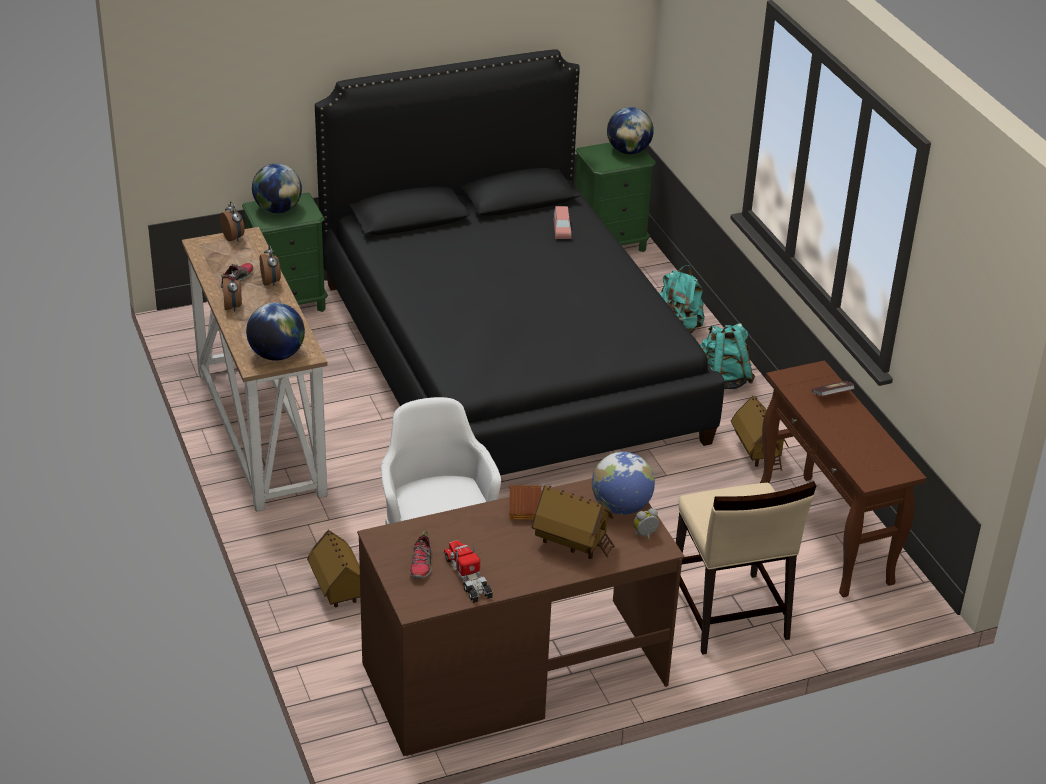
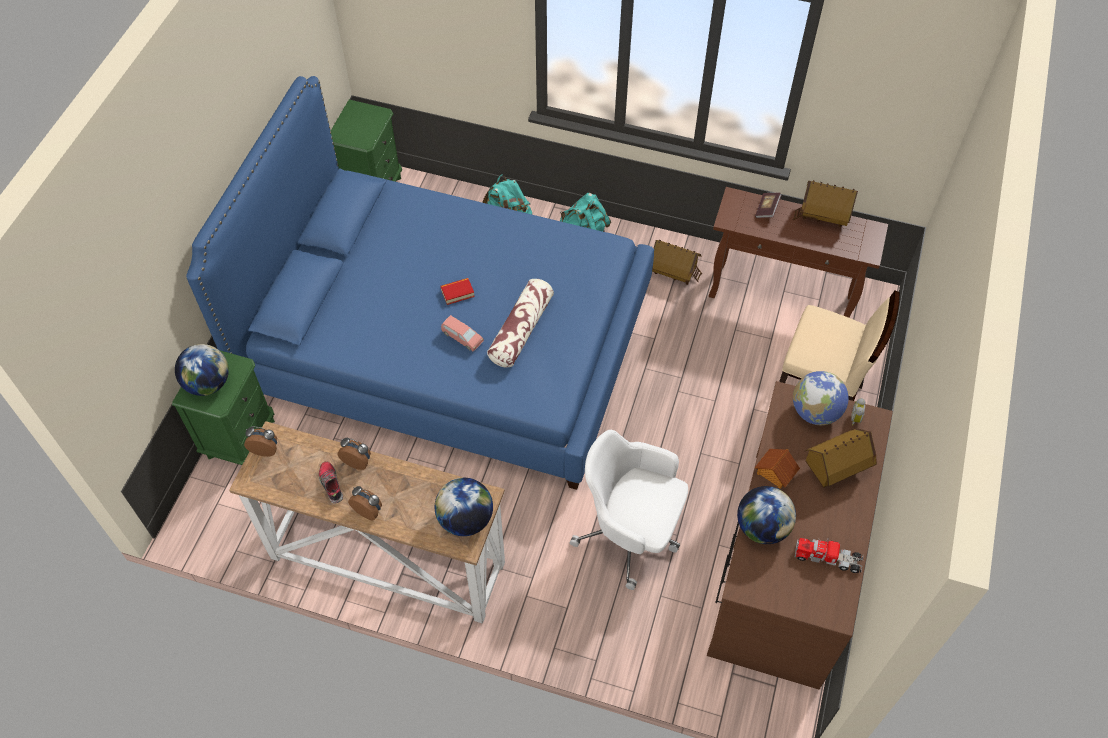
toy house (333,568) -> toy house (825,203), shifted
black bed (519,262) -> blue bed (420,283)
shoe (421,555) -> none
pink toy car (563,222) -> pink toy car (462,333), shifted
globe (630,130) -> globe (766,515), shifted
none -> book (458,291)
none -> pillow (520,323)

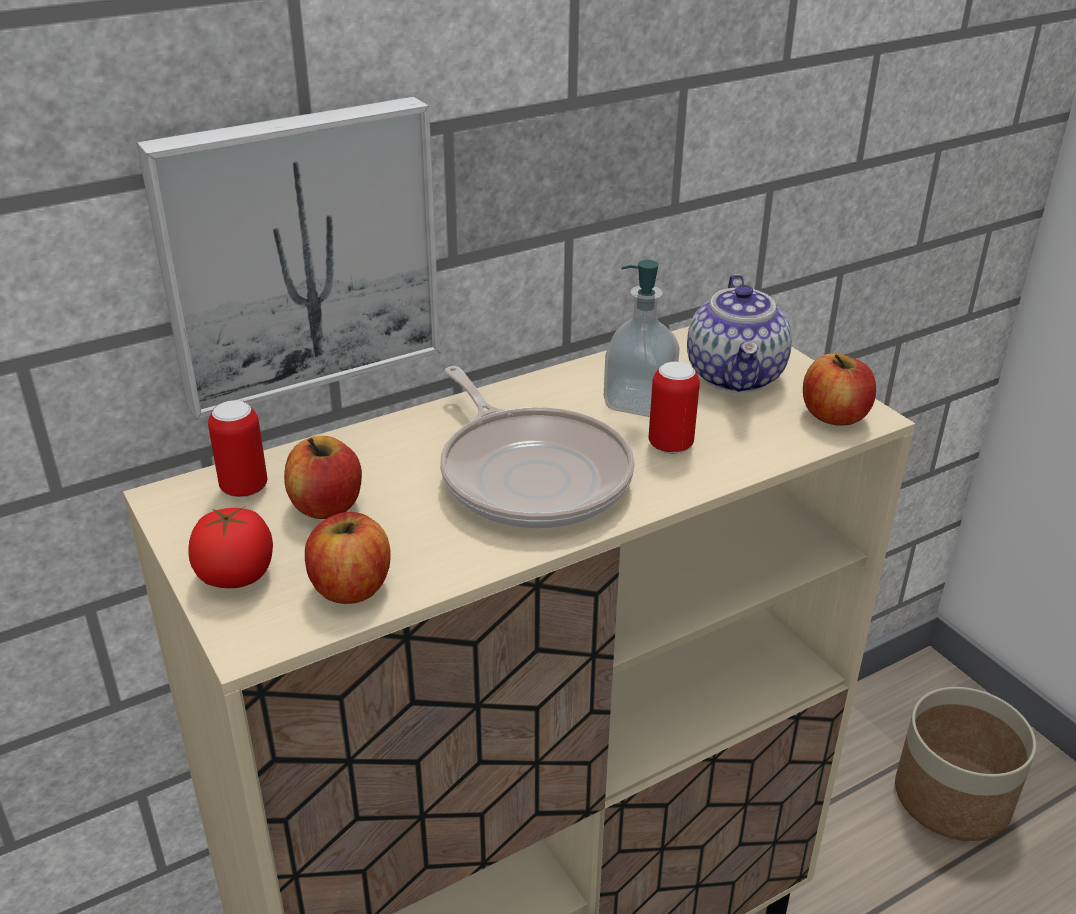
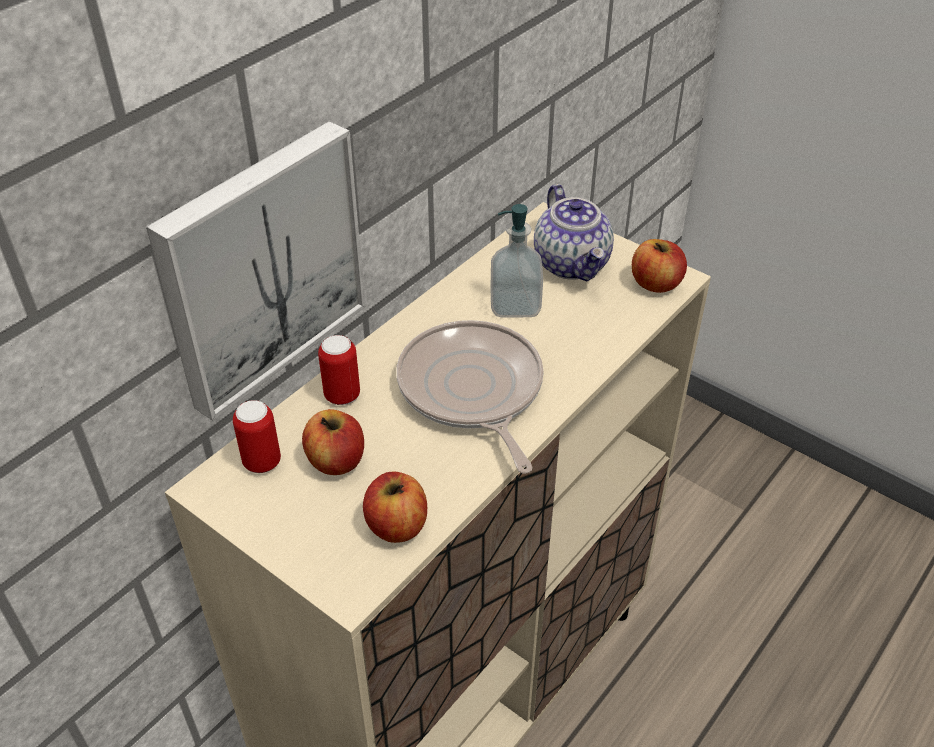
tomato (231,547) -> none
frying pan (537,447) -> frying pan (470,397), 150 degrees counterclockwise
can (674,408) -> can (339,370), shifted
planter (965,764) -> none

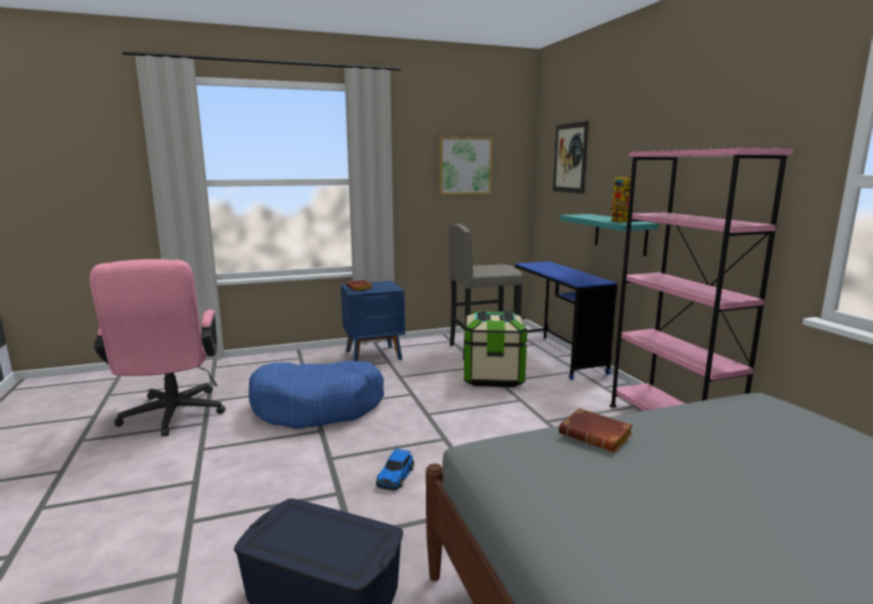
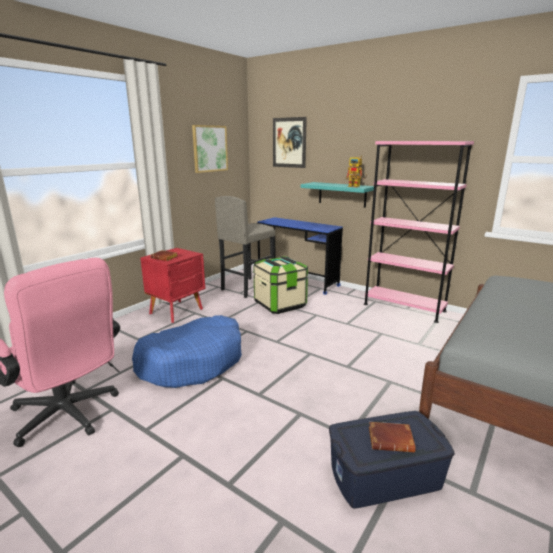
blue nightstand (373,321) -> red nightstand (172,285)
toy car (395,469) -> none
brown book (596,430) -> brown book (392,437), shifted

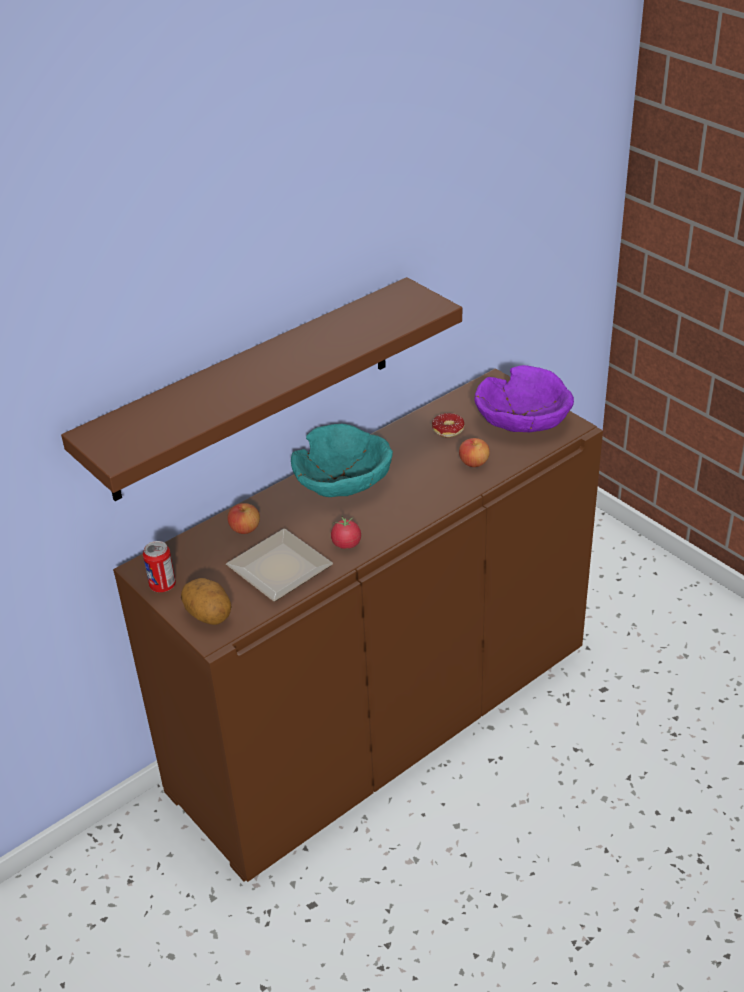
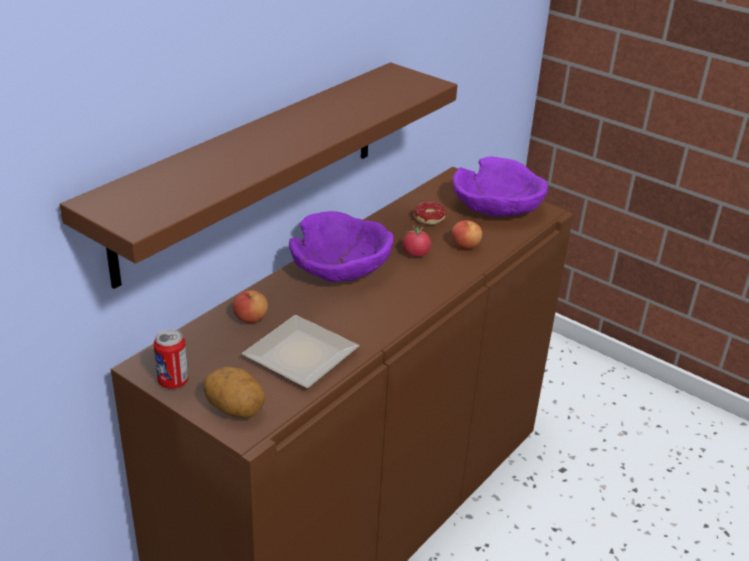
turquoise bowl (342,460) -> purple bowl (341,246)
tomato (346,532) -> tomato (416,241), shifted

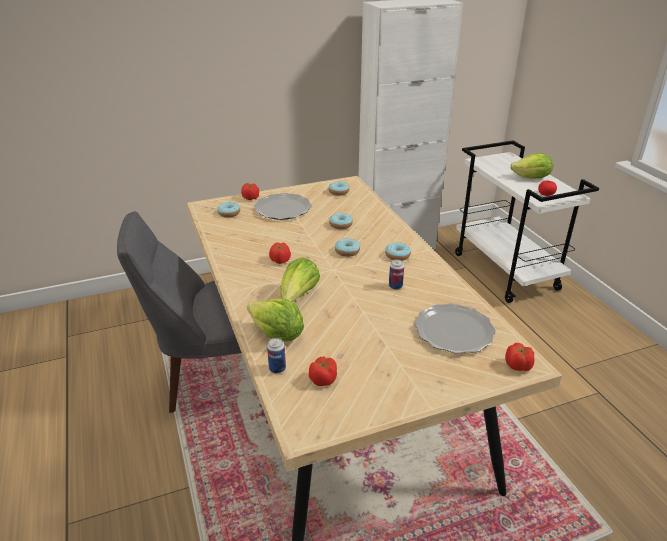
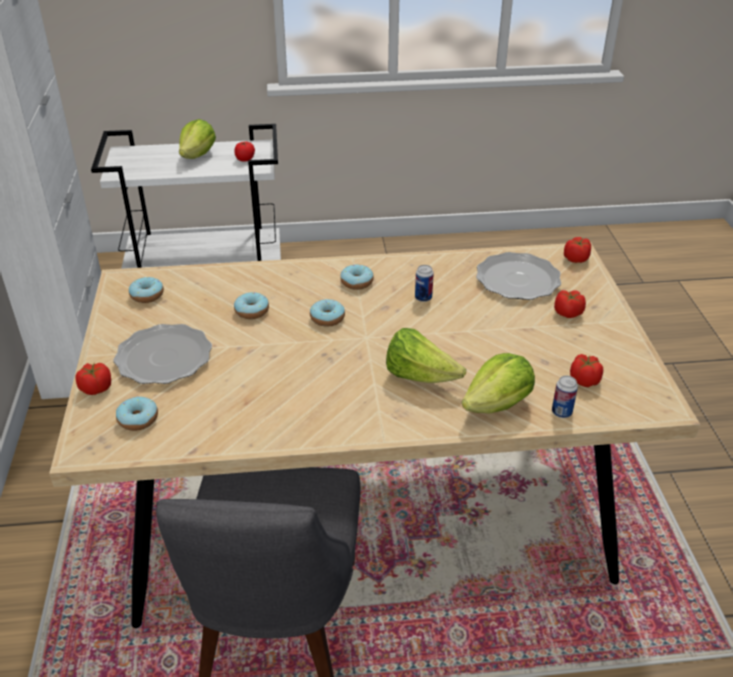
tomato (280,253) -> tomato (570,304), shifted

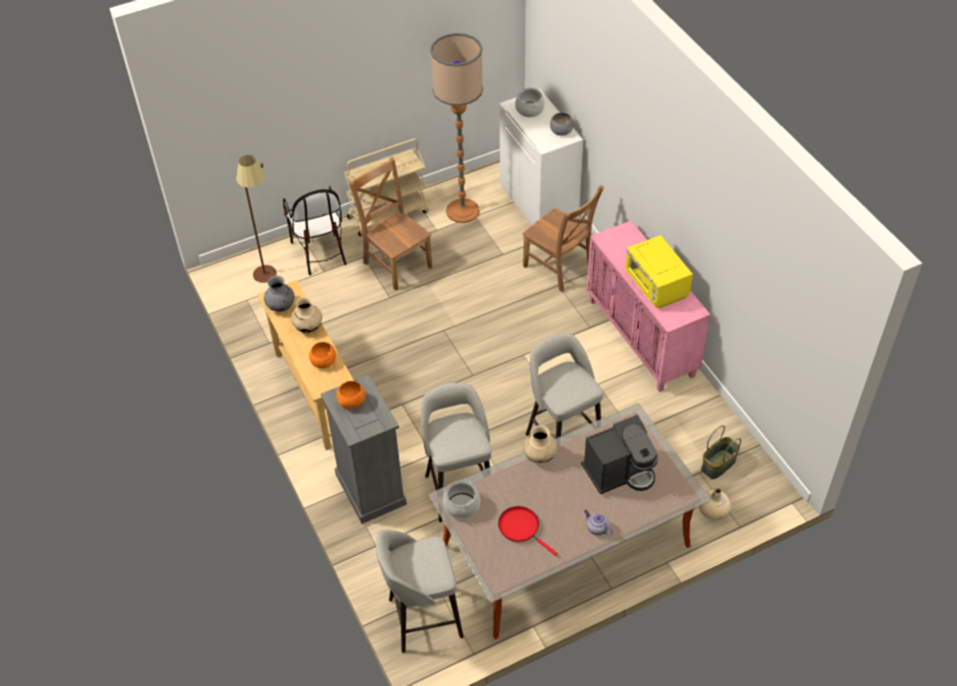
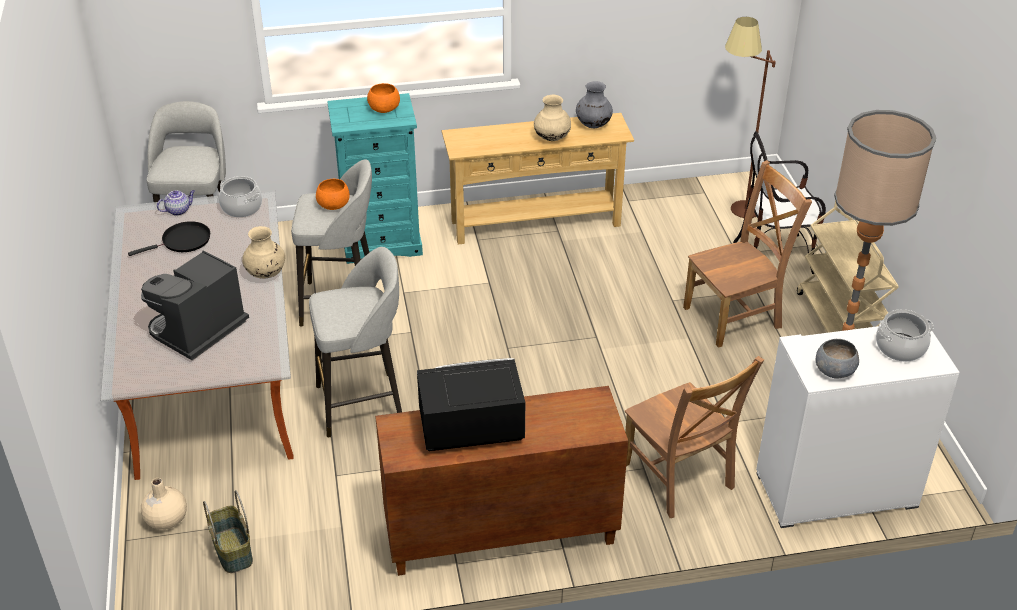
orange bowl (322,355) -> orange bowl (333,194), shifted
grey dresser (364,449) -> turquoise dresser (375,178)
red frying pan (527,531) -> black frying pan (169,238)
brown chair (563,238) -> brown chair (694,437), 90 degrees counterclockwise
coffee machine (619,454) -> coffee machine (195,305), 45 degrees clockwise
teapot (598,522) -> teapot (176,203), shifted
pink cabinet (648,306) -> brown cabinet (501,481)
yellow microwave (659,271) -> black microwave (471,404)

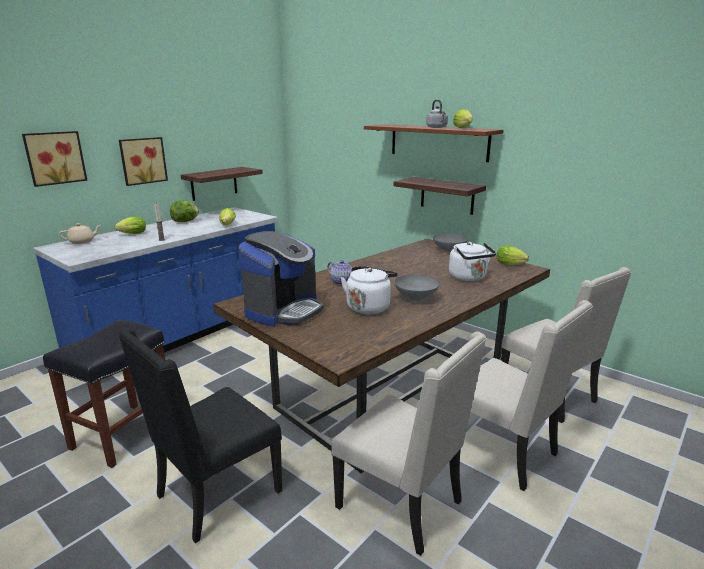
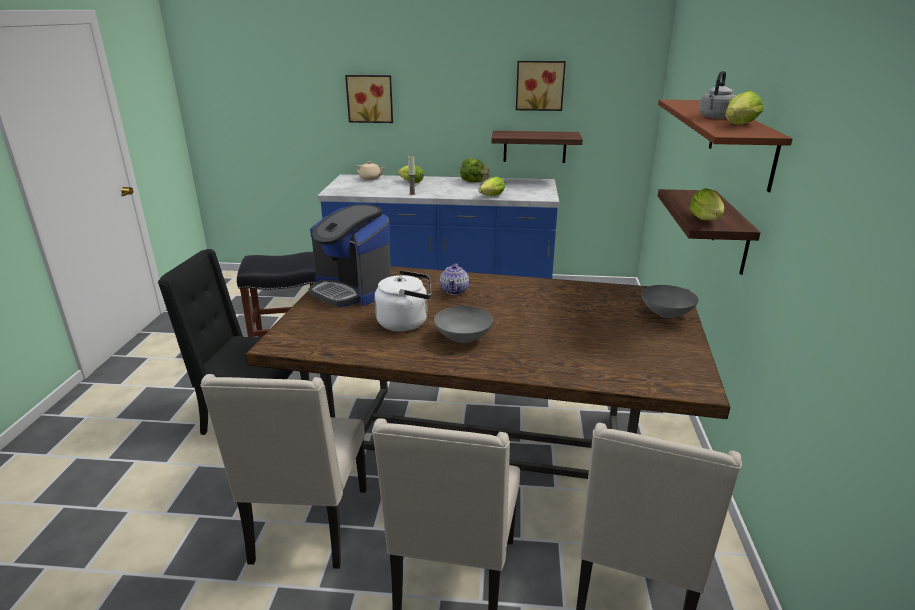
picture (143,161) -> picture (541,86), shifted
coffee machine (281,279) -> coffee machine (350,255), 45 degrees clockwise
white kettle (472,261) -> none
lettuce (513,255) -> lettuce (706,204), shifted

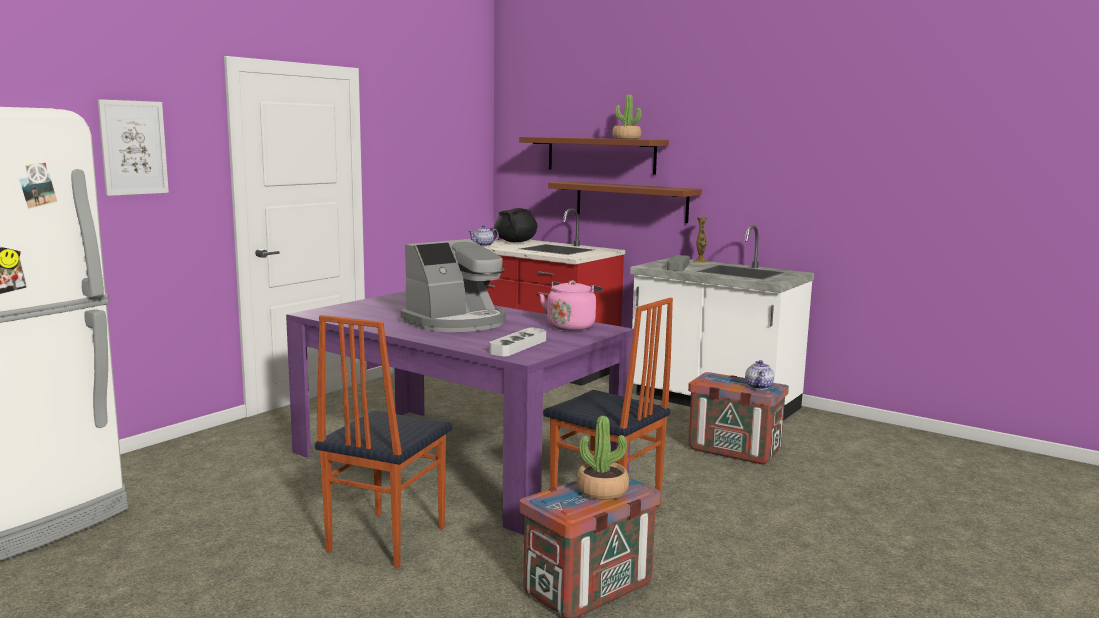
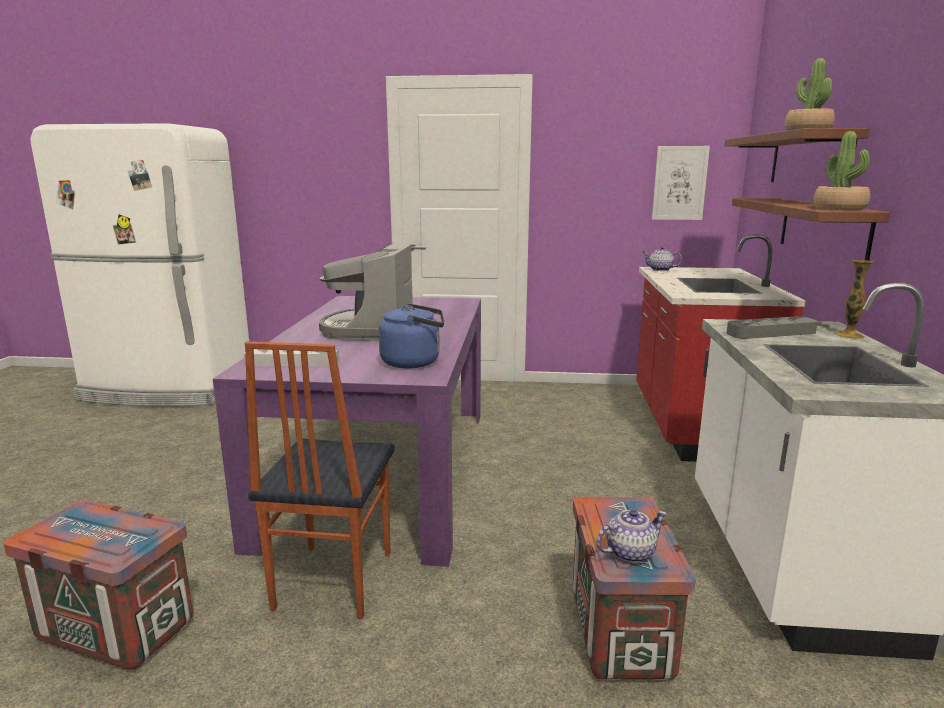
picture (133,147) -> picture (681,183), shifted
chair (384,442) -> none
coffee machine (453,285) -> coffee machine (366,292), 75 degrees clockwise
black cooking pot (515,225) -> none
pink kettle (570,305) -> blue kettle (411,336)
potted plant (602,458) -> potted plant (841,170), shifted

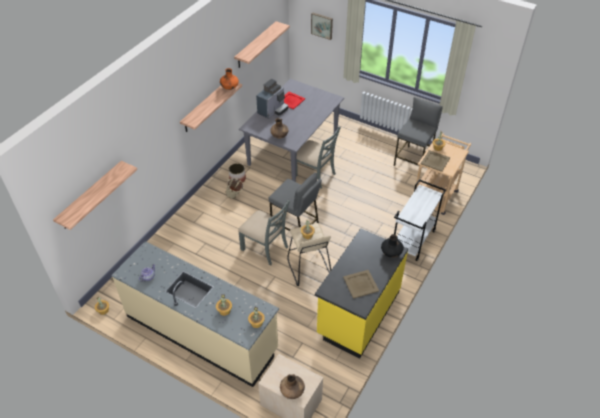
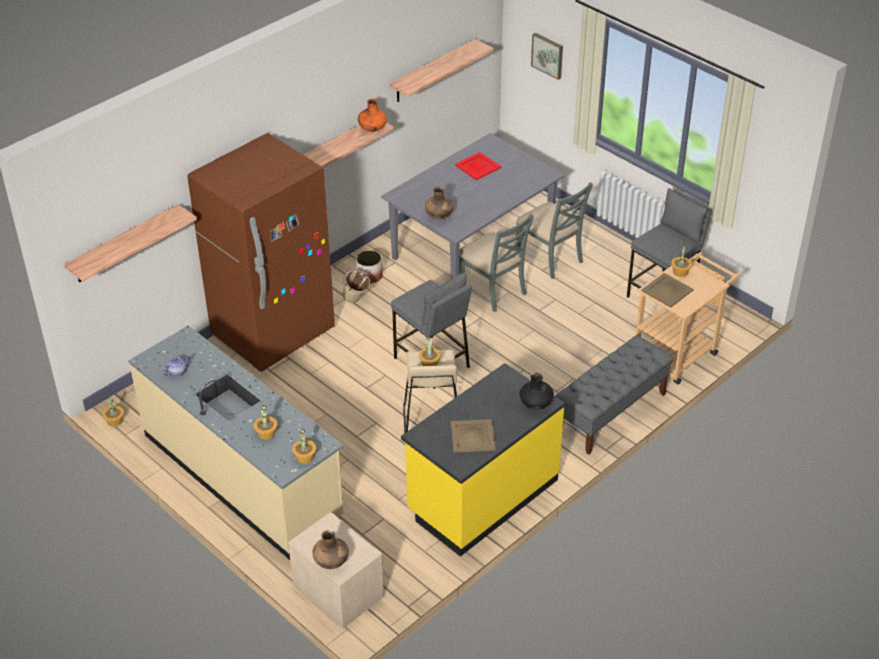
grey chair (264,233) -> grey chair (554,230), shifted
coffee machine (272,99) -> none
white cart (420,220) -> grey bench (614,395)
none -> brown fridge (261,252)

